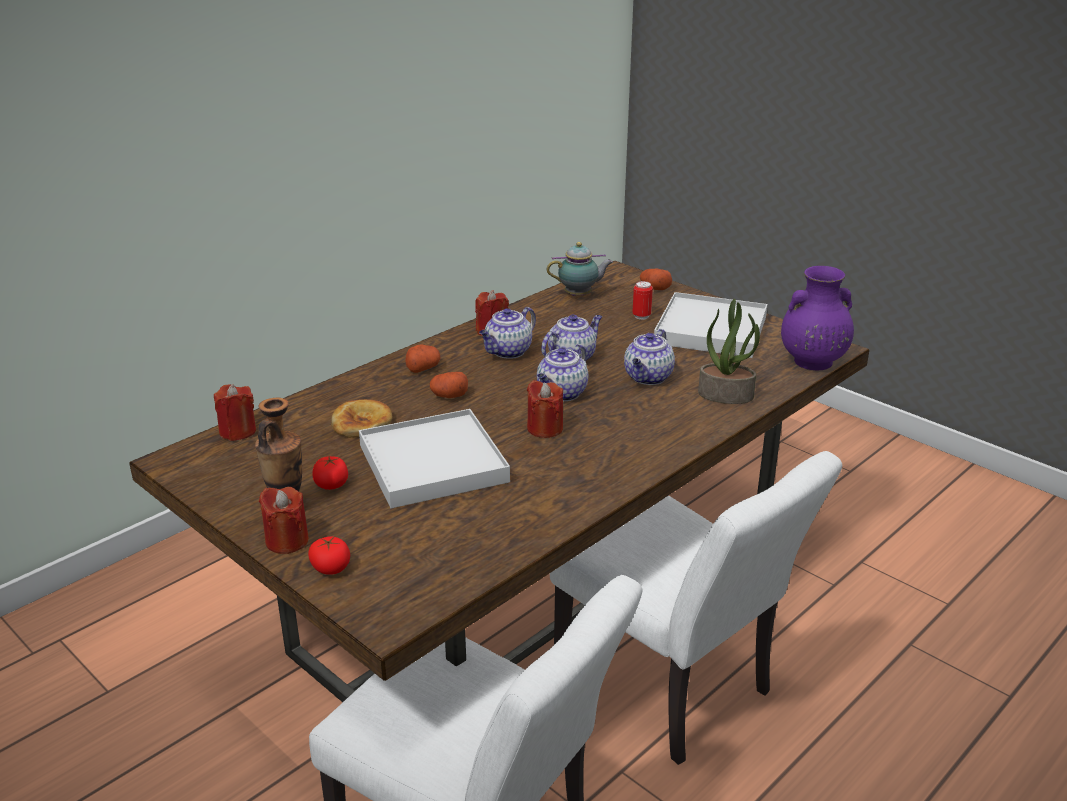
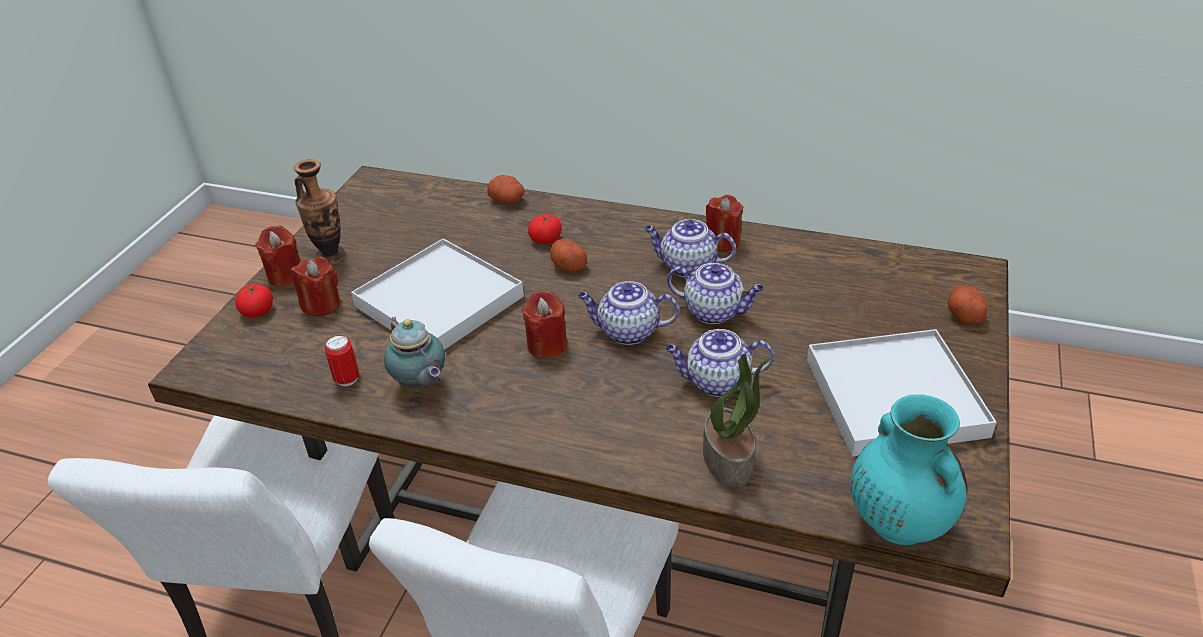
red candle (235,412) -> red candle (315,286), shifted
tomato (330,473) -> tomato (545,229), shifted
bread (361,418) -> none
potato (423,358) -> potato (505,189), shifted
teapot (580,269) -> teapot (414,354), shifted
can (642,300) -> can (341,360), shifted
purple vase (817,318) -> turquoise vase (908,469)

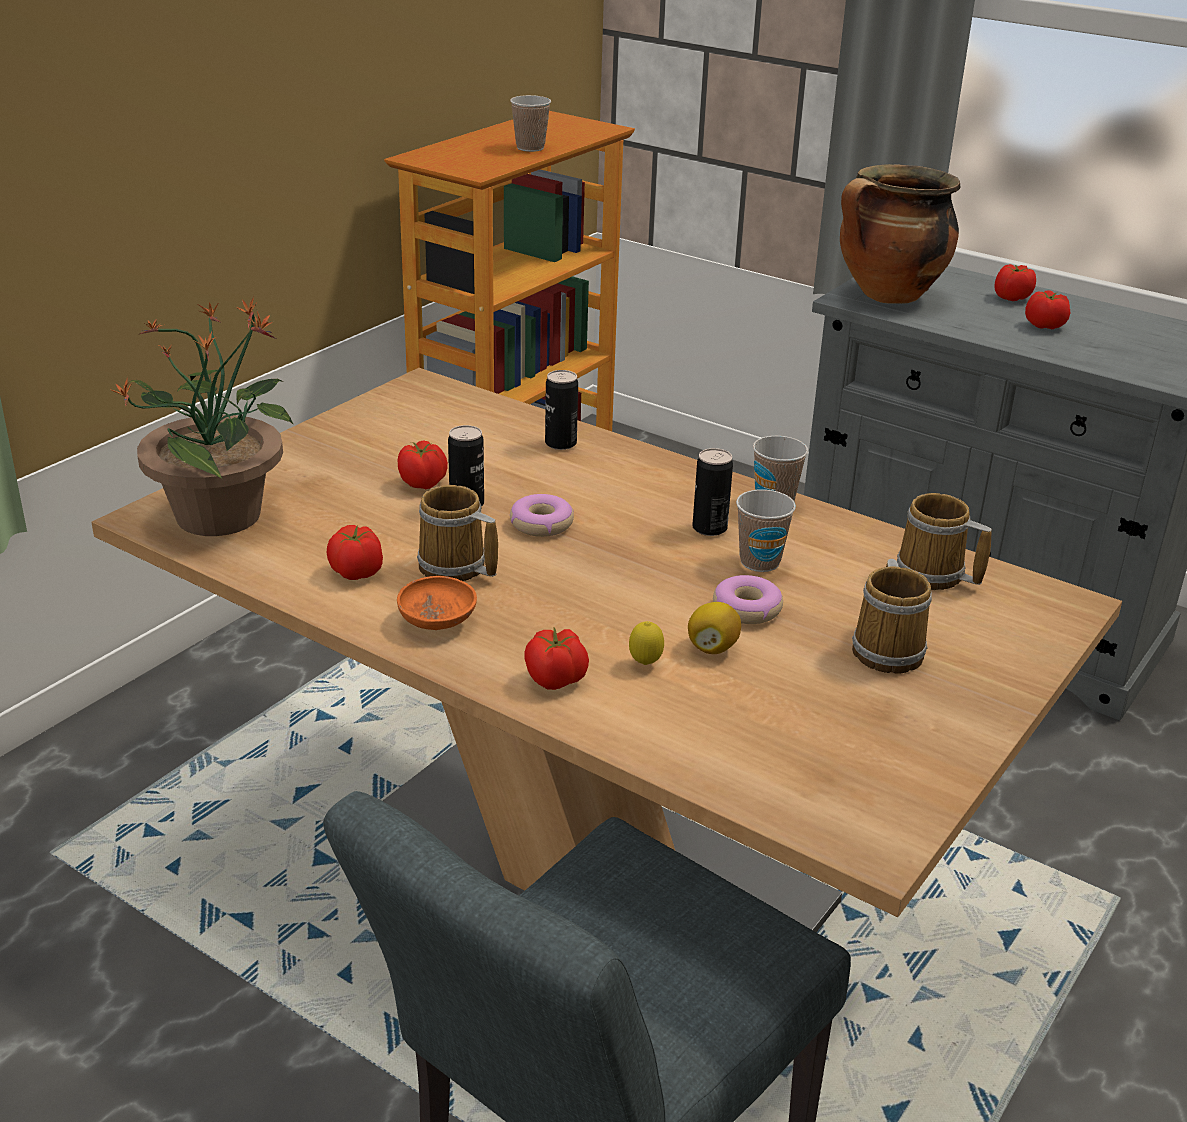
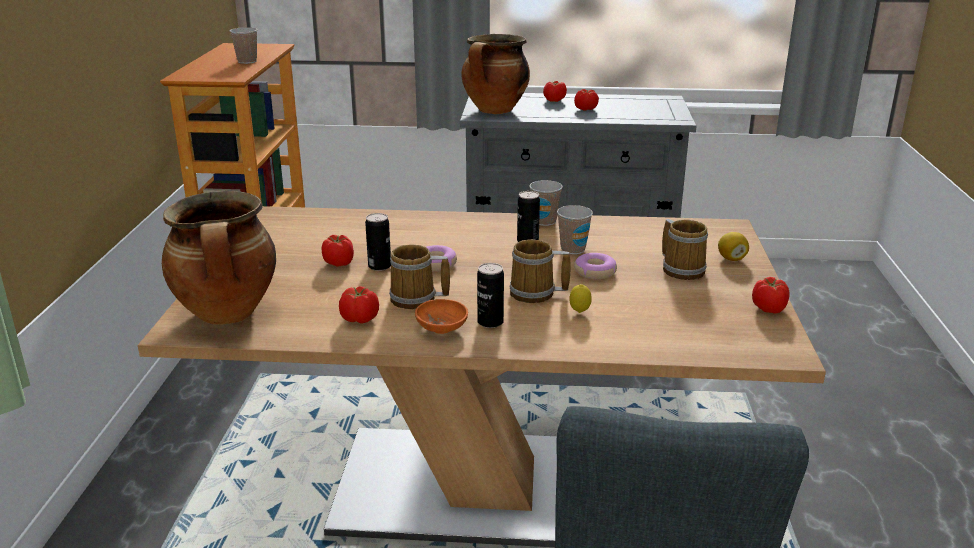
potted plant (201,416) -> cooking pot (219,258)
tomato (556,658) -> tomato (771,295), shifted
can (561,410) -> can (490,295), shifted
lemon (714,628) -> lemon (733,246), shifted
mug (944,541) -> mug (540,271), shifted

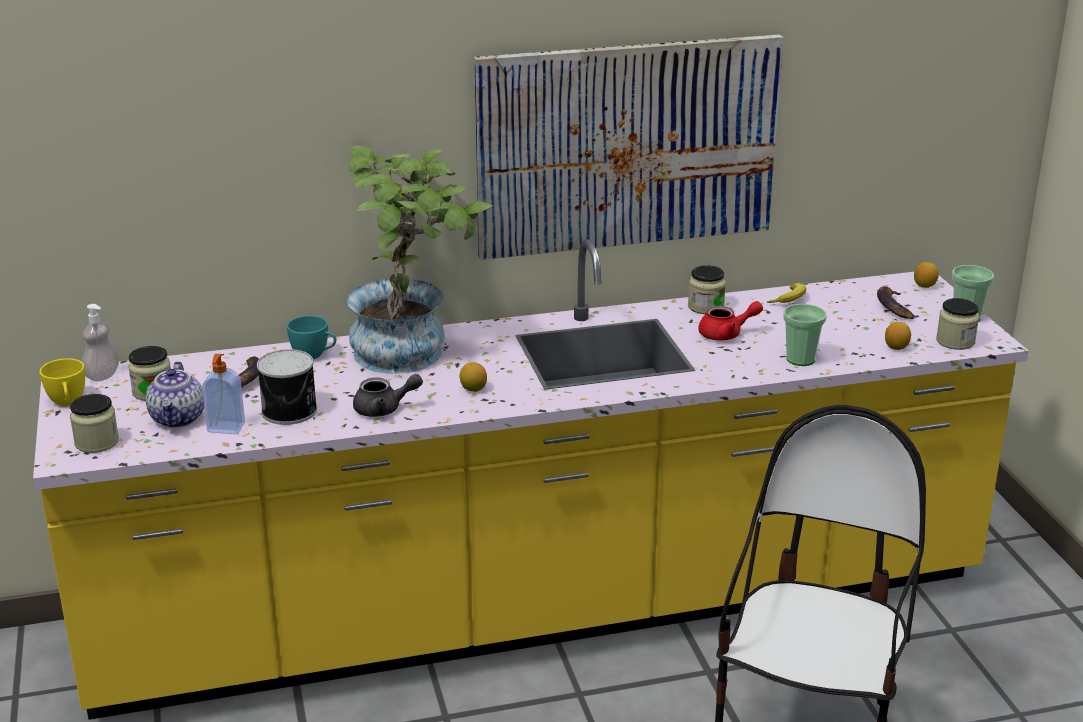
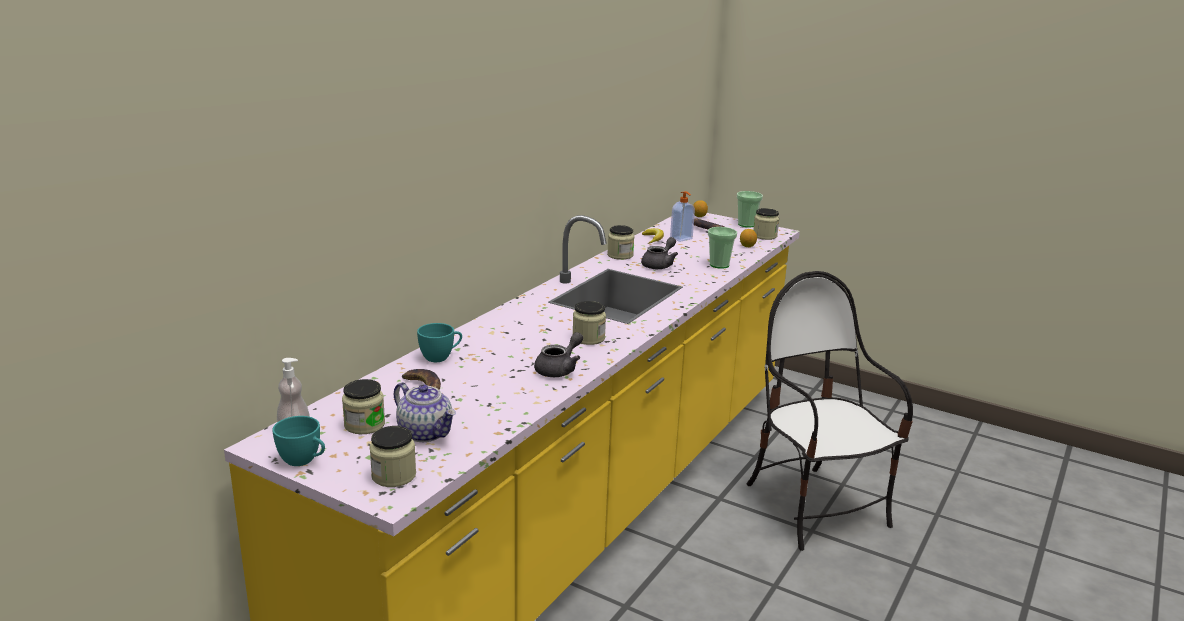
yellow cup (62,382) -> turquoise cup (298,441)
soap dispenser (223,394) -> soap dispenser (682,216), shifted
can (287,387) -> none
potted plant (420,260) -> none
lemon (473,377) -> jar (589,323)
picture (629,147) -> none
red teapot (730,321) -> grey teapot (659,253)

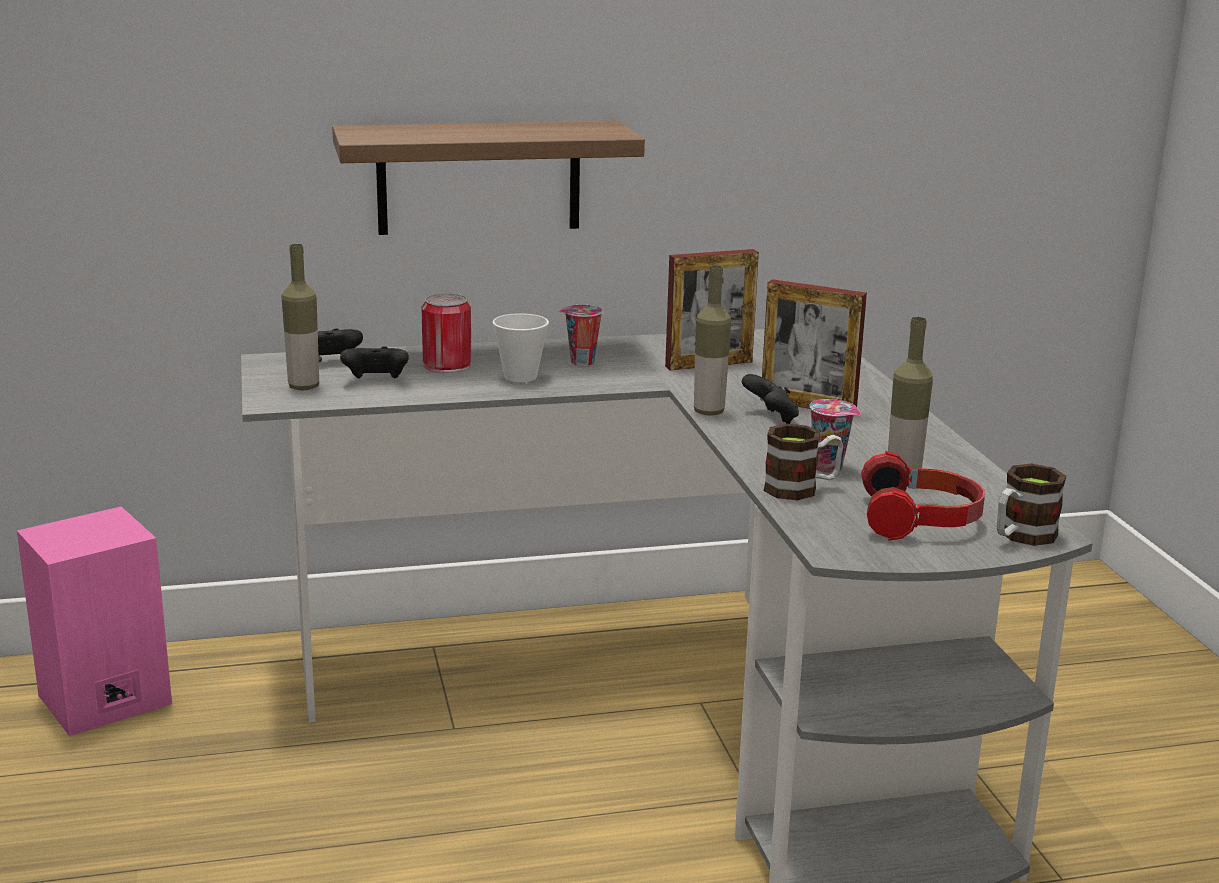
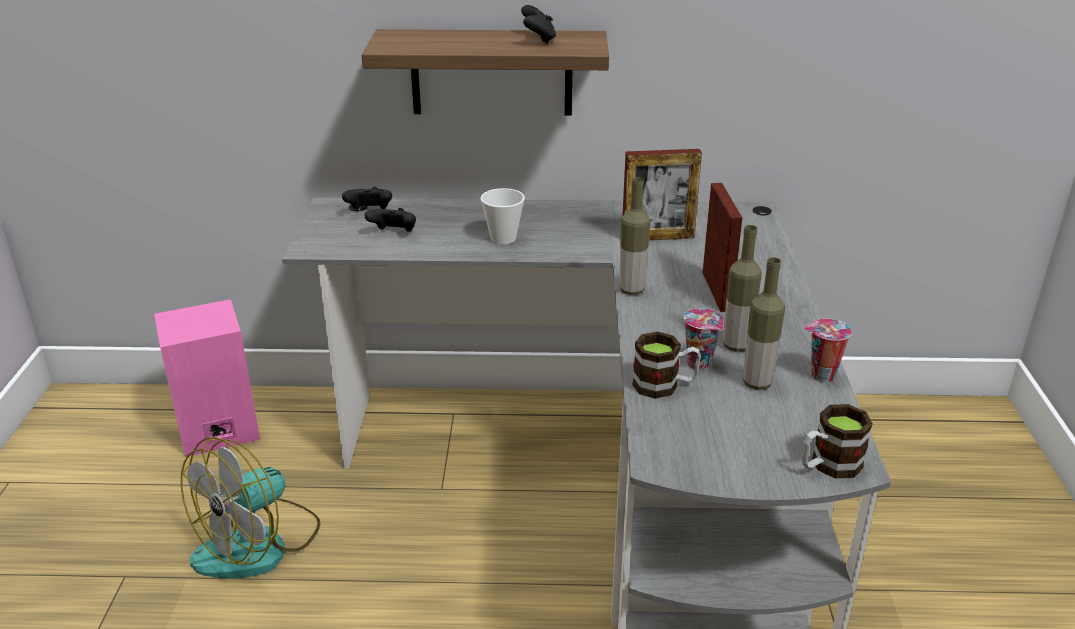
bottle (300,317) -> bottle (742,288), shifted
can (446,333) -> none
cup (580,335) -> cup (828,350), shifted
black game controller (770,399) -> black game controller (538,24), shifted
picture frame (813,344) -> picture frame (722,247), 135 degrees counterclockwise
headphones (923,495) -> none
none -> fan (250,507)

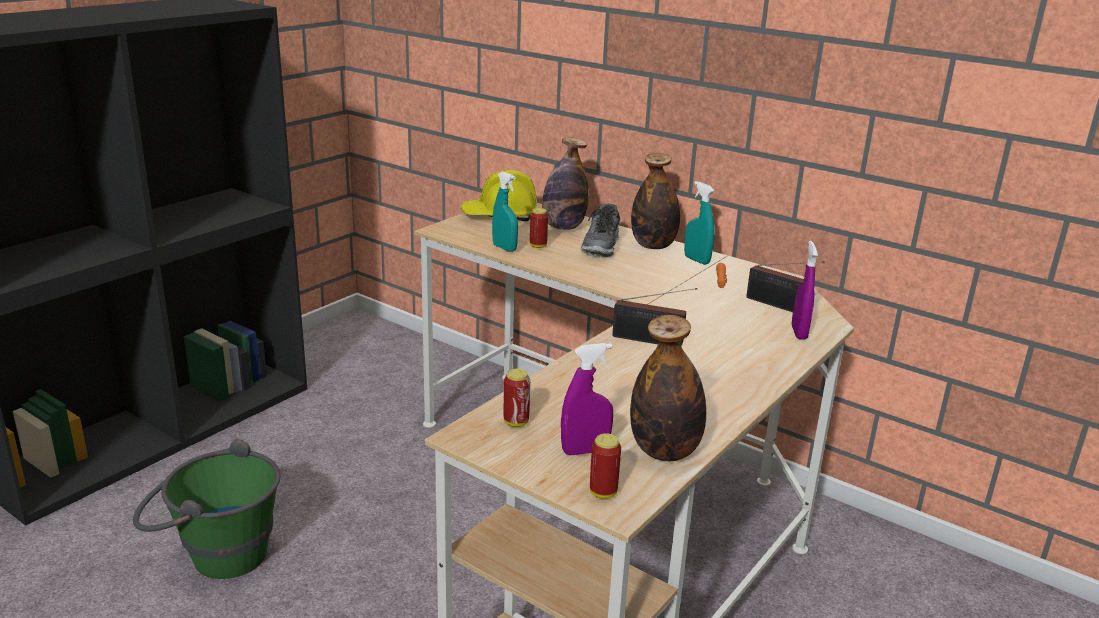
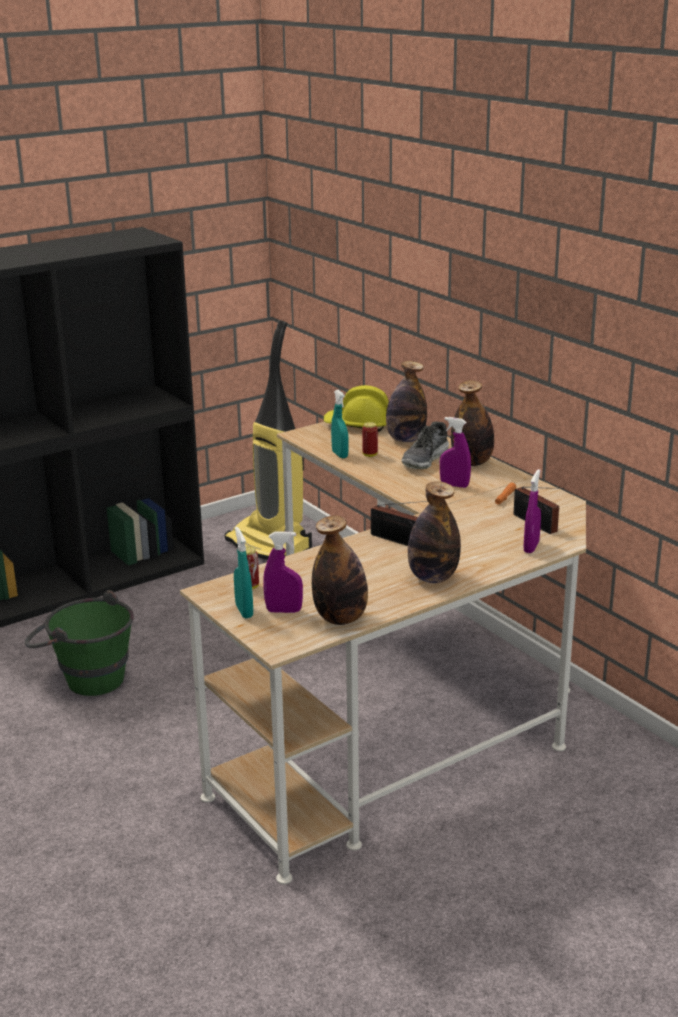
can (605,466) -> none
turquoise spray bottle (699,223) -> turquoise spray bottle (243,572), shifted
none -> vacuum cleaner (268,440)
none -> bottle (434,532)
none -> purple spray bottle (455,452)

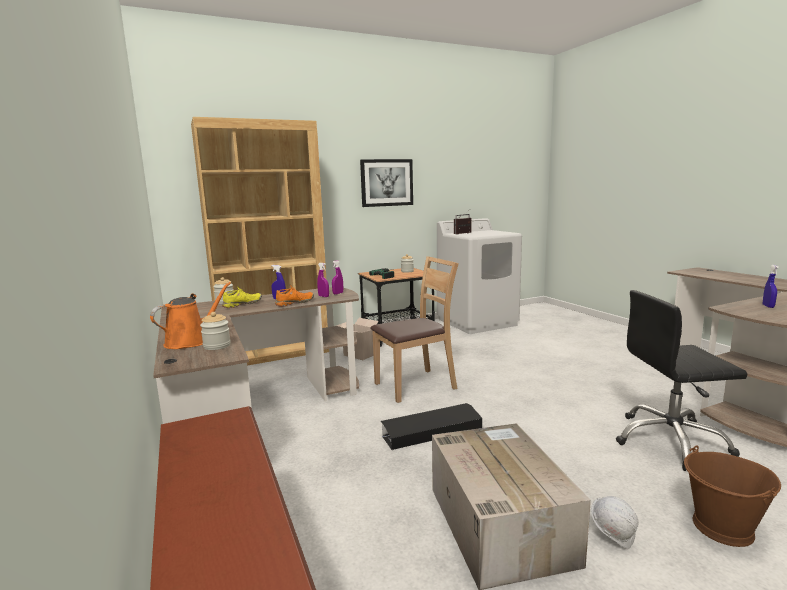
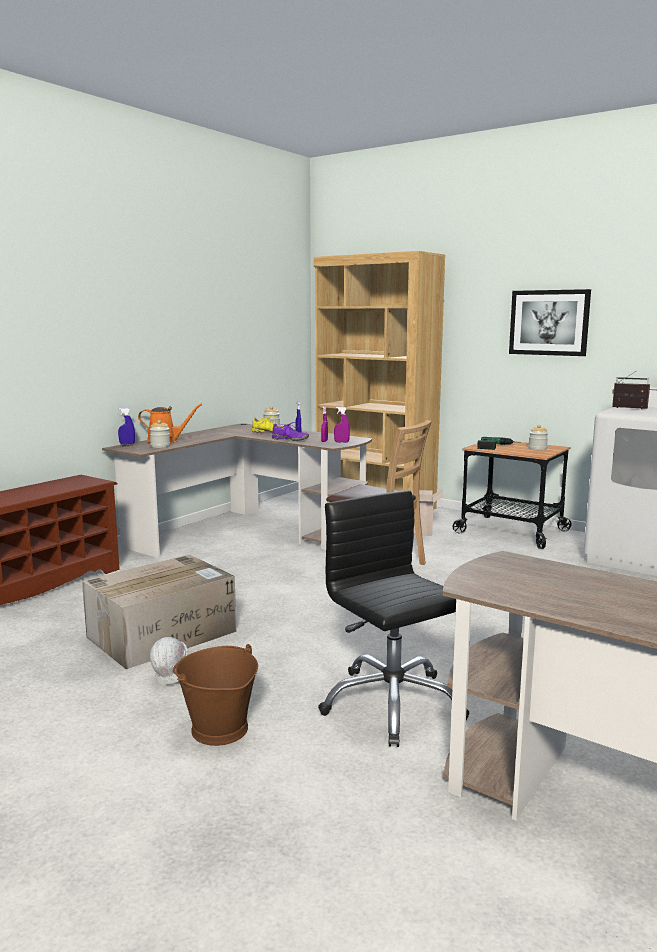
orange shoe (294,295) -> purple shoe (290,431)
black storage box (431,426) -> none
blue spray bottle (771,286) -> blue spray bottle (126,426), shifted

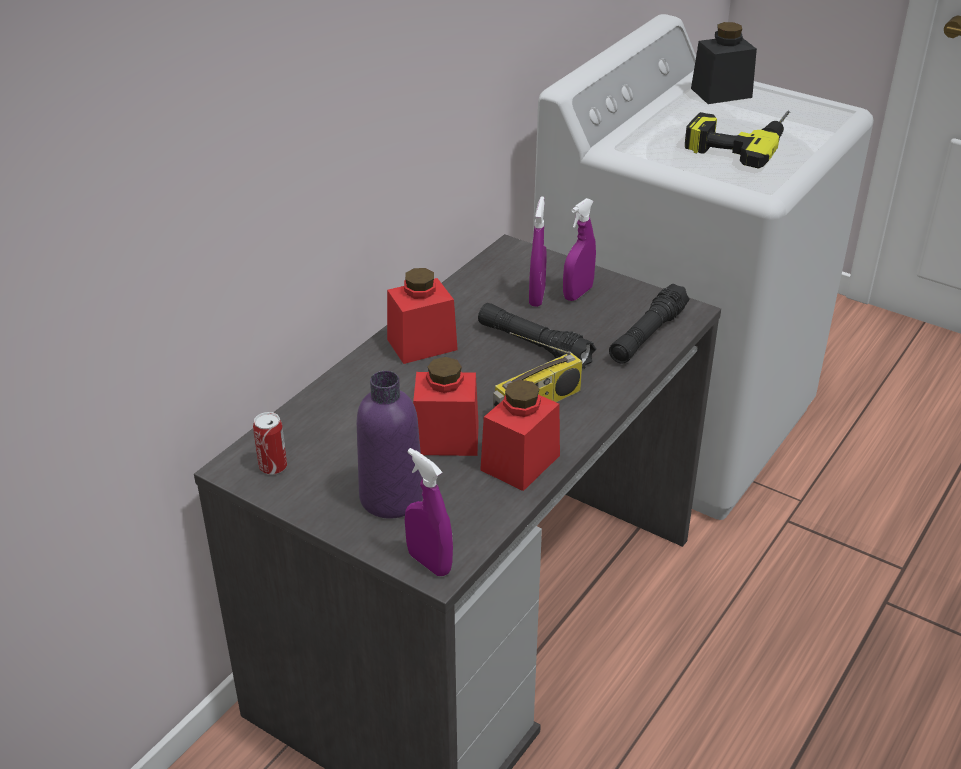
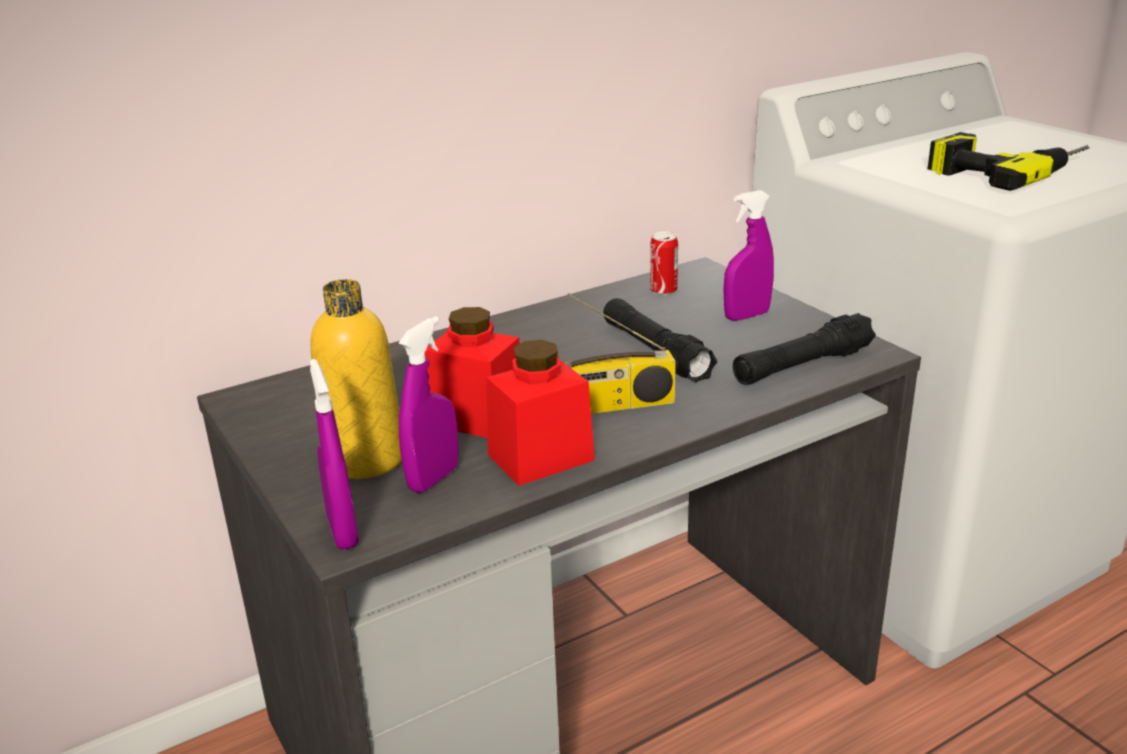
can (270,443) -> can (664,263), shifted
purple bottle (390,445) -> yellow bottle (356,379)
red jar (422,316) -> none
purple spray bottle (538,251) -> purple spray bottle (429,404), shifted
black jar (724,63) -> none

